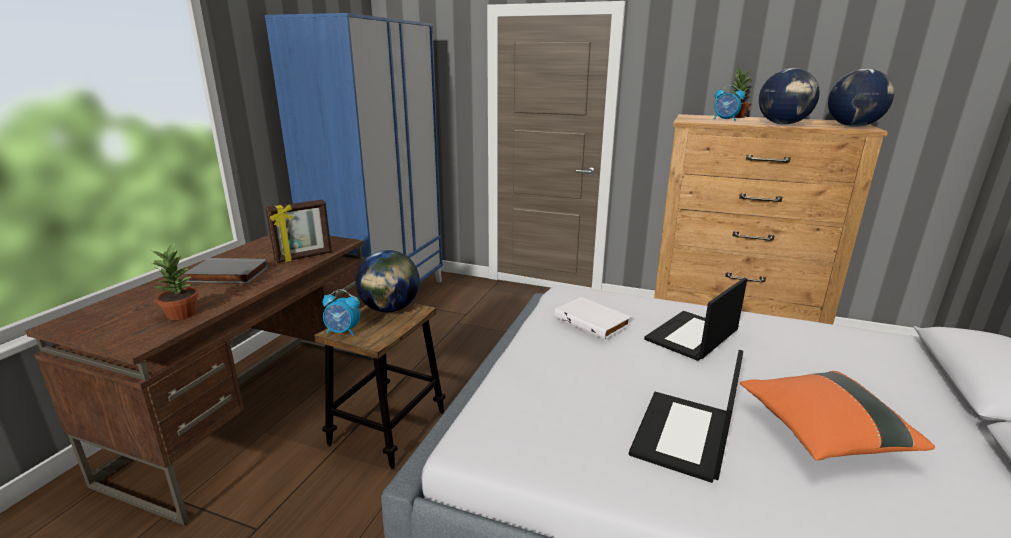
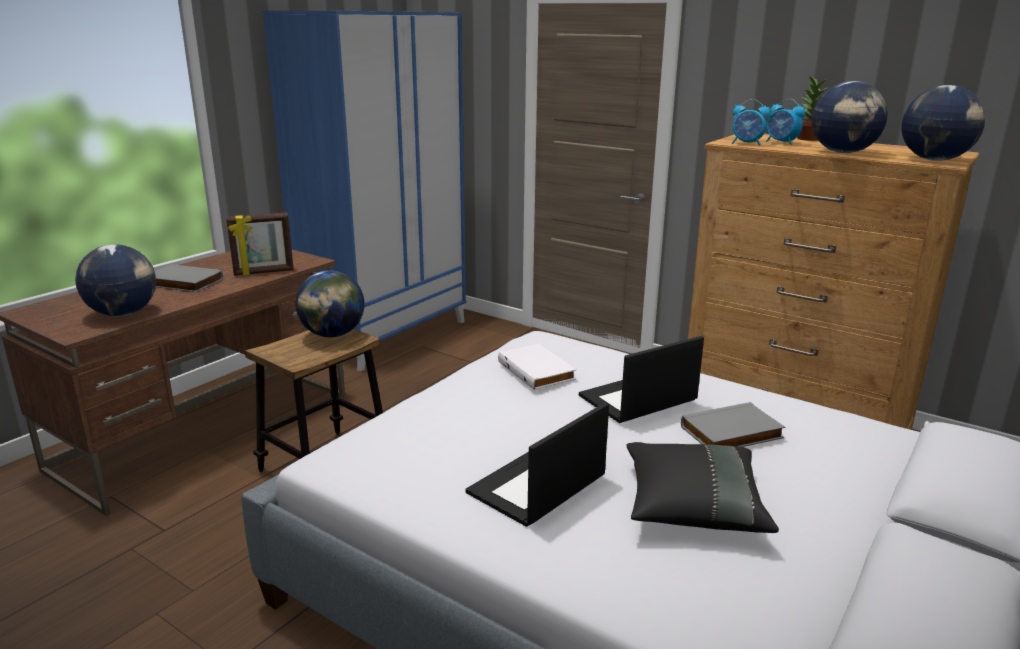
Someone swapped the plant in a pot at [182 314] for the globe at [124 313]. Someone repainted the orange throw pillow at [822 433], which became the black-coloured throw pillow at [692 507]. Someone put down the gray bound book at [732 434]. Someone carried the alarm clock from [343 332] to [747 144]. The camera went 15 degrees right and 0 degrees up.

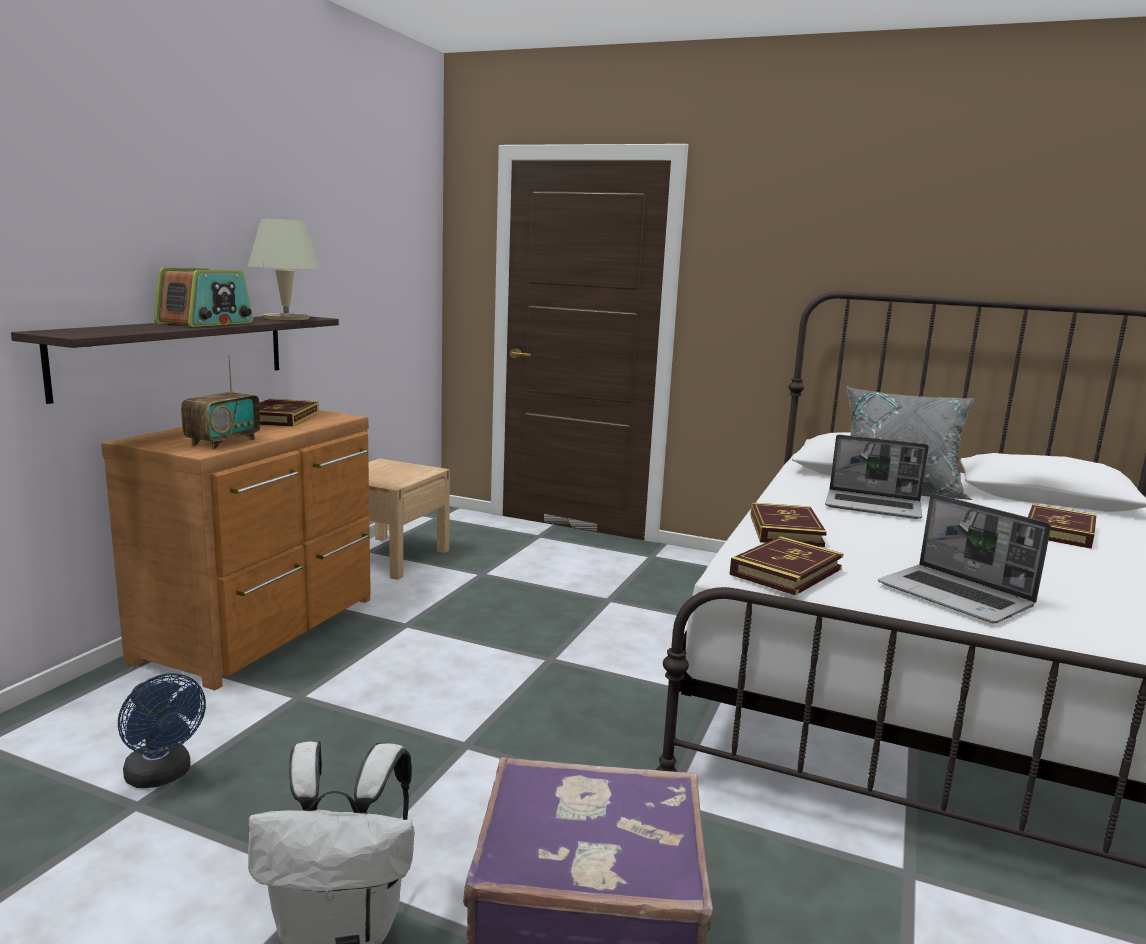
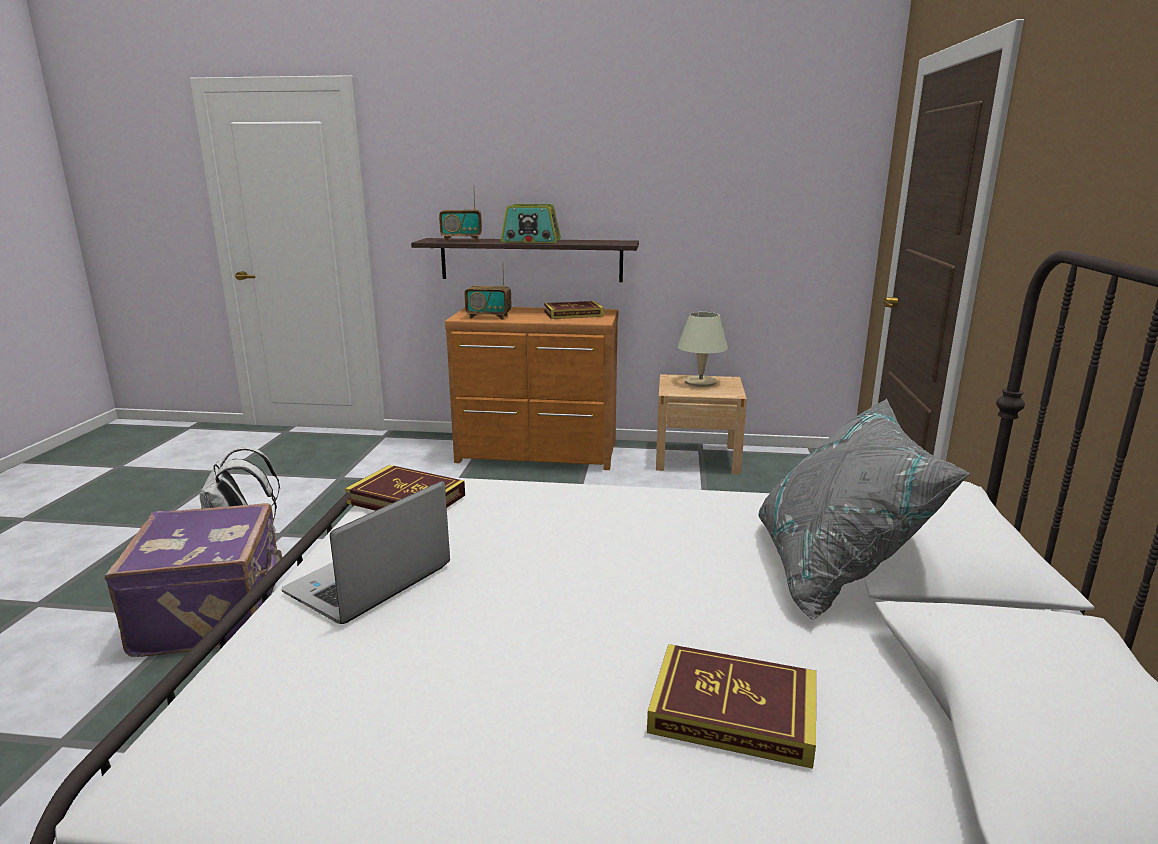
Someone put down the radio set at [461 240]. Someone carried the beige lamp for a table from [287 318] to [700 382]. Someone took away the blue-coloured fan at [162 776]. Someone took away the bound book at [785 530]. Someone took away the notebook computer at [874 506]. The camera went 75 degrees right and 5 degrees up.

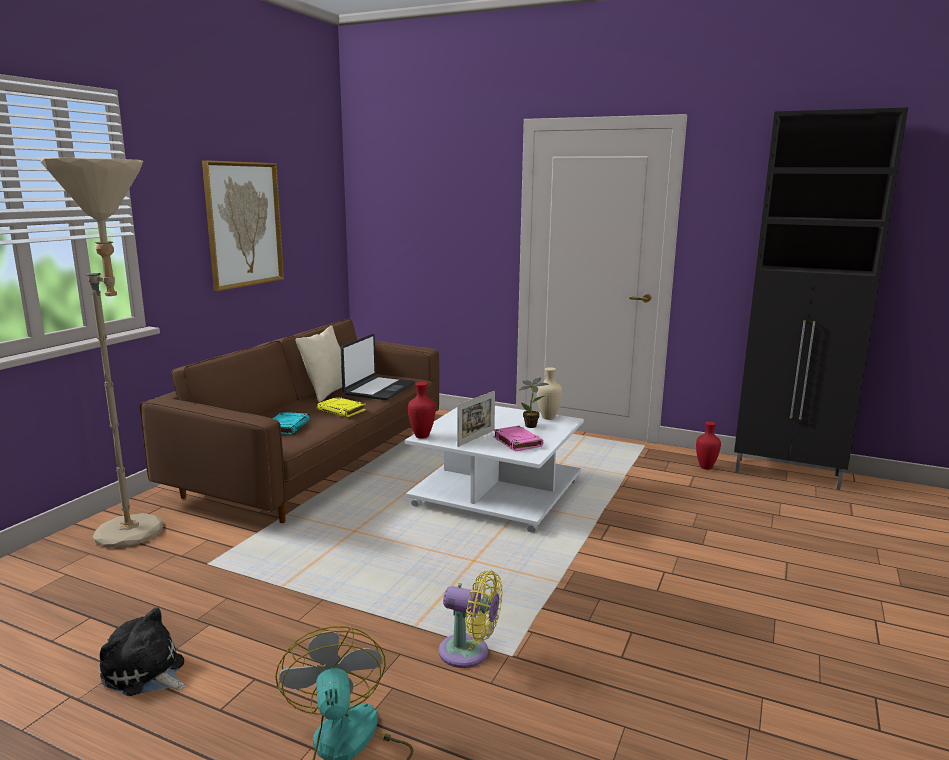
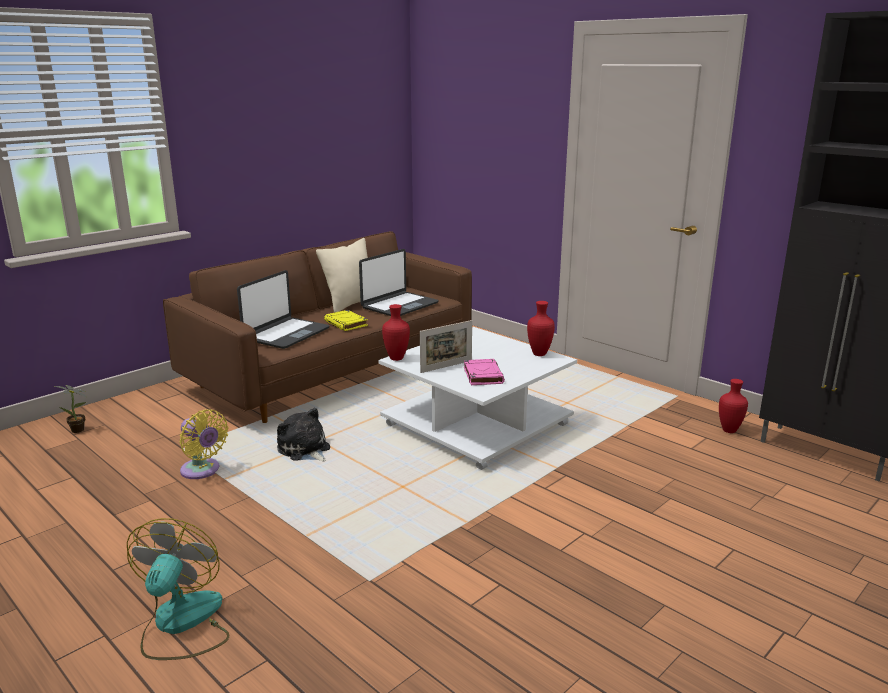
Someone carried the plant in a pot from [533 426] to [79 430]. Someone carried the yellow-coloured fan from [469 653] to [202 471]. Someone swapped the blue-green bound book at [287 426] for the notebook computer at [285 334]. Someone carried the soft toy from [146 673] to [305 450]. Someone repainted the beige vase at [547 418], which became the red vase at [539 354]. Someone took away the beige standard lamp at [139 535]. Someone took away the picture at [244 224]. The camera went 20 degrees right and 5 degrees up.

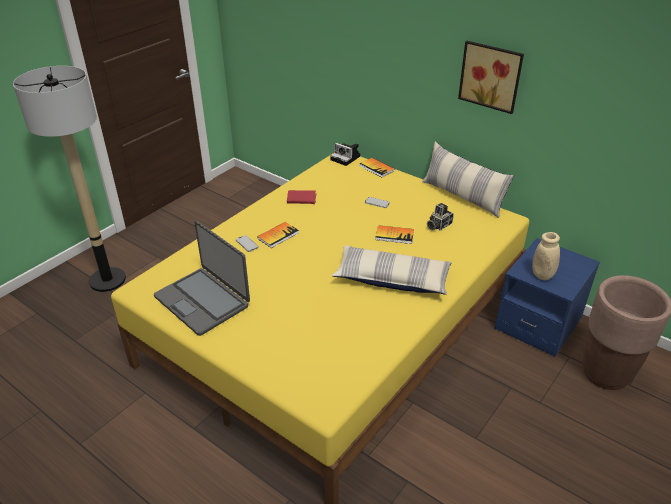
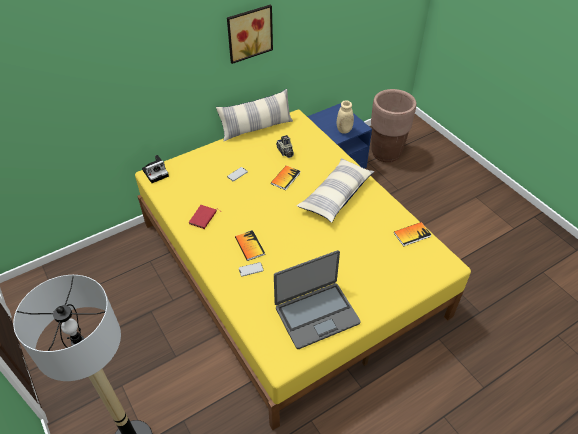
Someone carried the bound book from [376 168] to [412 234]. The camera went 70 degrees left and 10 degrees up.

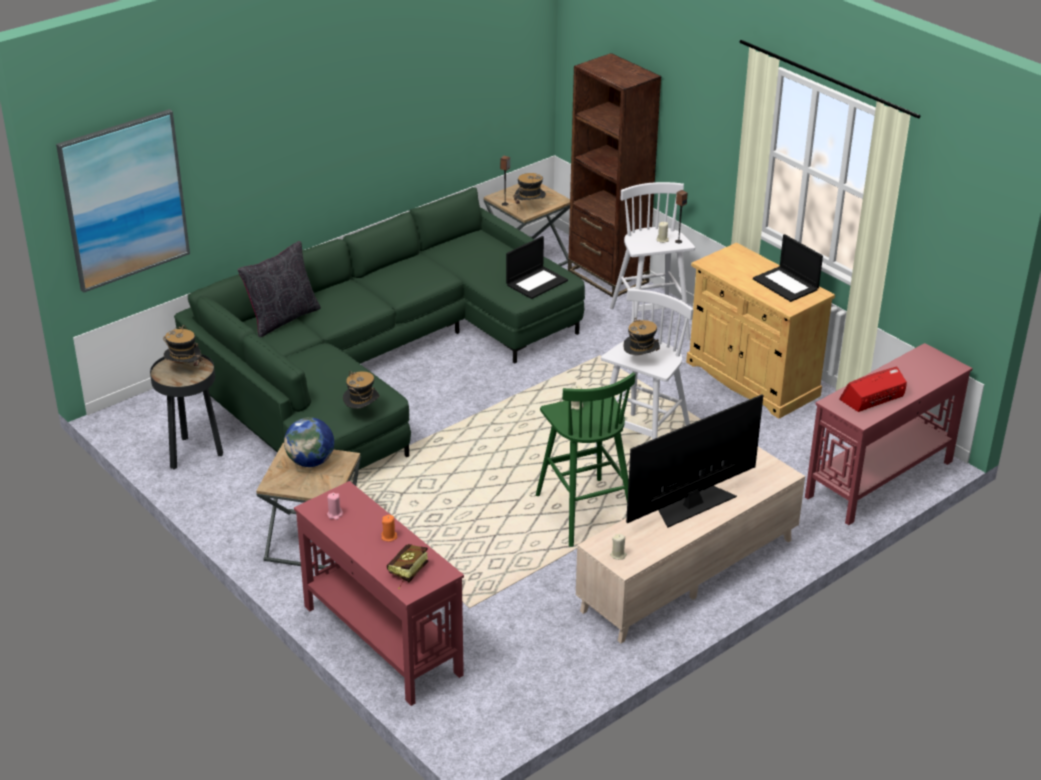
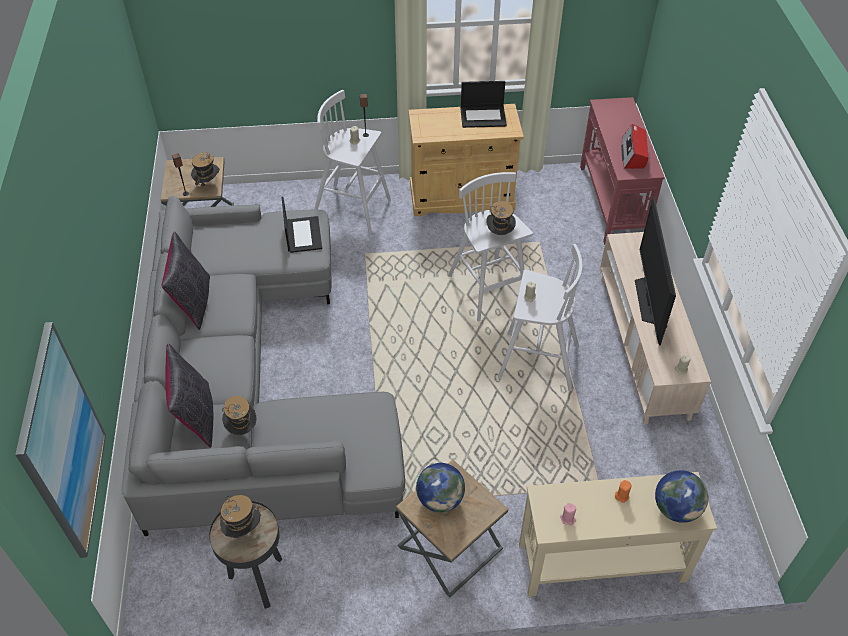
Someone repainted the green-coloured sofa at [378 363], which became the gray sofa at [249 384]. Someone put down the black-coloured throw pillow at [193 302]. Someone carried the hat from [362 413] to [242 429]. Someone repainted the green-coloured sitting stool at [584 511], which became the whitish sitting stool at [536 361]. Someone repainted the red console table at [382 639], which became the beige console table at [600 562]. Someone swapped the bound book at [405 573] for the globe at [676 508]. Someone took away the brown-coloured shelving unit at [607 276]. The camera went 55 degrees left and 15 degrees up.

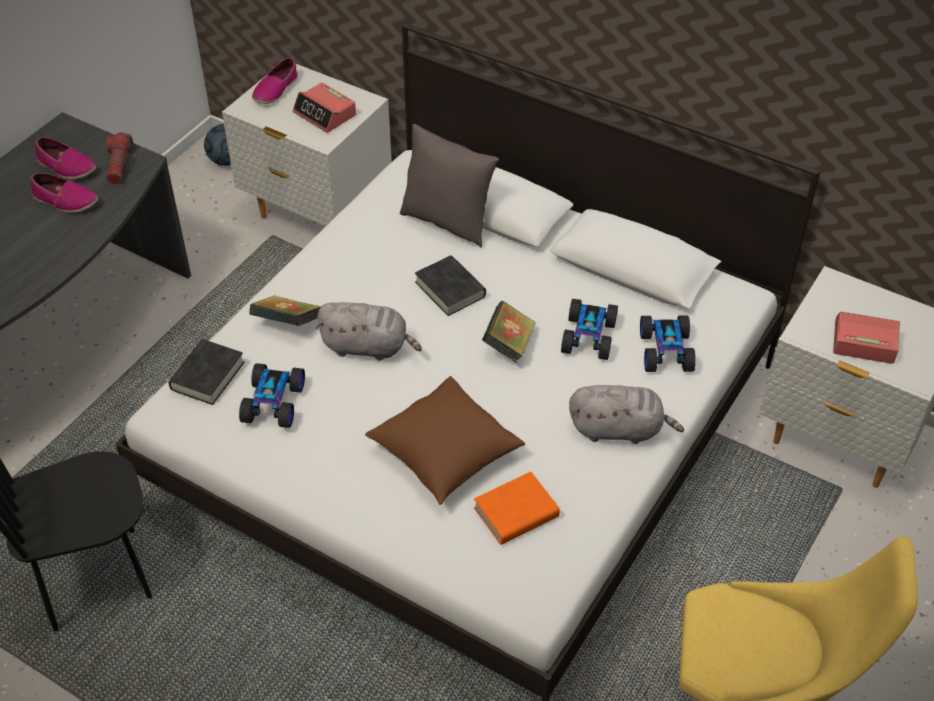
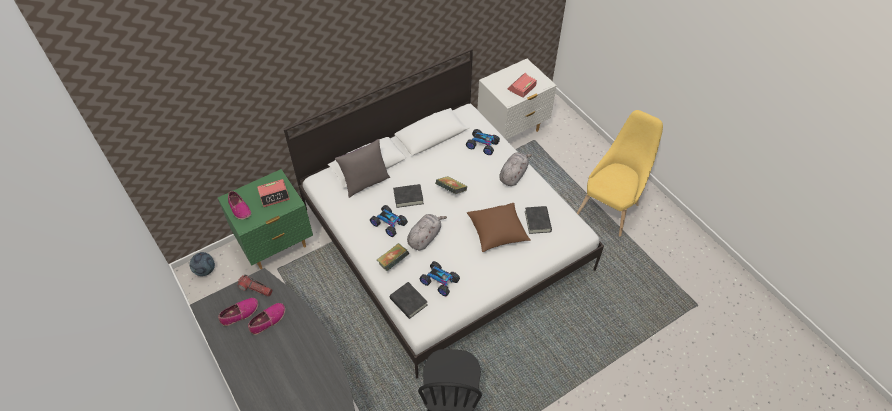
Someone repainted the whitish bedside table at [317 215], which became the green-coloured bedside table at [276 245]. Someone carried the miniature car from [590 337] to [389 223]. Someone repainted the orange bound book at [516 513], which became the black-coloured bound book at [537 221]. The camera went 65 degrees left and 5 degrees up.

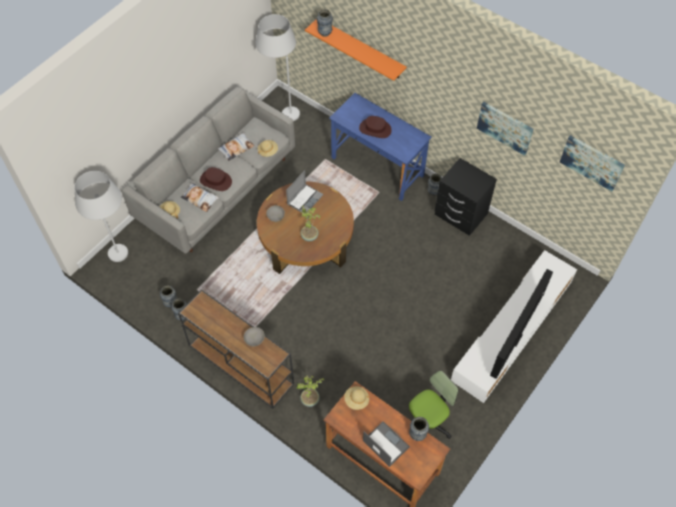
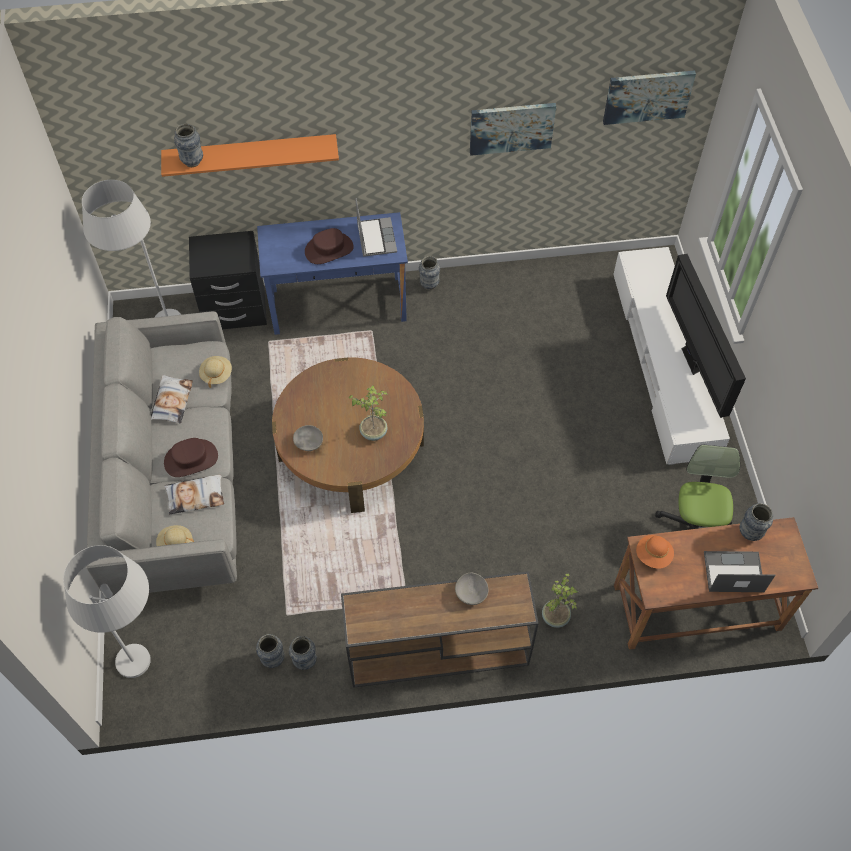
Someone carried the black-coloured bedside table from [460 215] to [235 310]. Someone carried the notebook computer from [304 199] to [375 237]. Someone repainted the beige hat at [356 400], which became the orange hat at [653 555]. The camera went 45 degrees left and 0 degrees up.

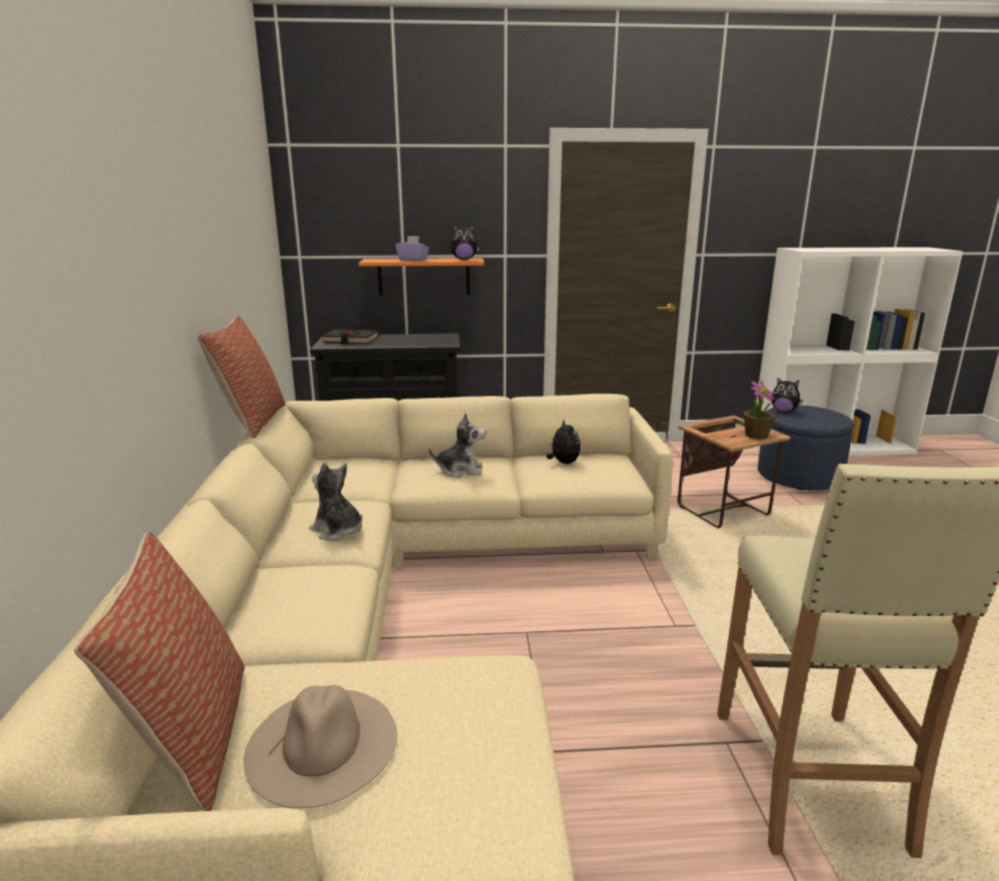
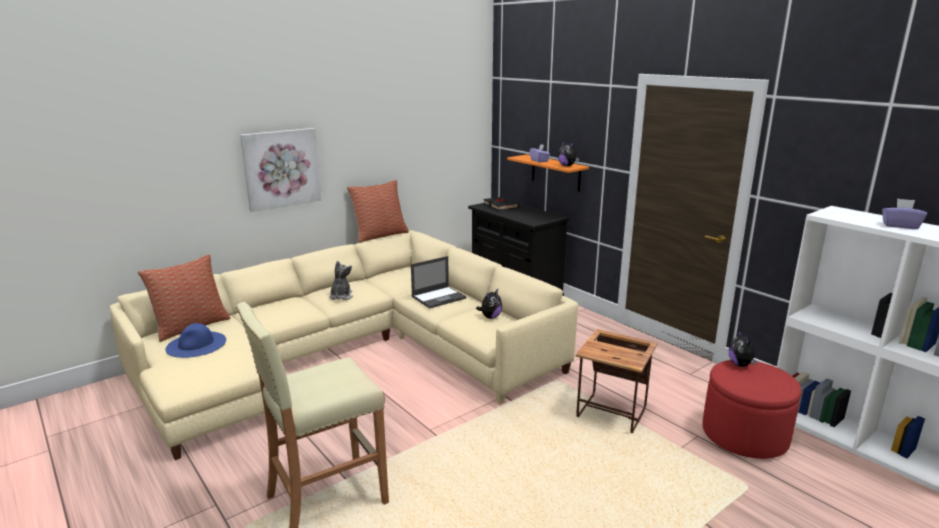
Someone repainted the beige hat at [322 743], which became the blue-coloured hat at [196 344]. Someone put up the picture at [281 168]. Someone swapped the soft toy at [460 470] for the notebook computer at [439 297]. Someone repainted the blue-coloured ottoman at [799 476], which became the red ottoman at [744 435]. Someone put down the purplish tissue holder at [900 226]. Someone took away the plant in a pot at [756 435]. The camera went 55 degrees right and 0 degrees up.

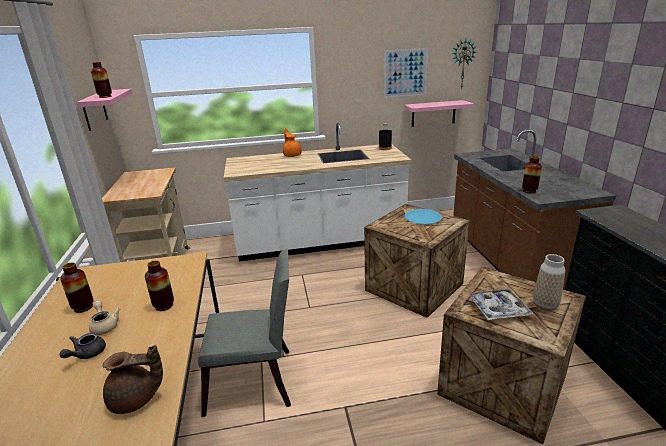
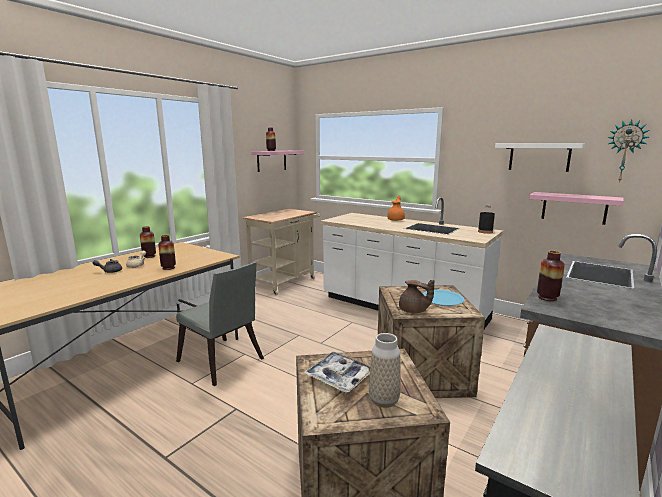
Someone carried the brown-coloured teapot from [136 400] to [413 311]. Someone swapped the picture at [405 73] for the whitish shelf at [539 157]. The camera went 45 degrees right and 10 degrees down.

